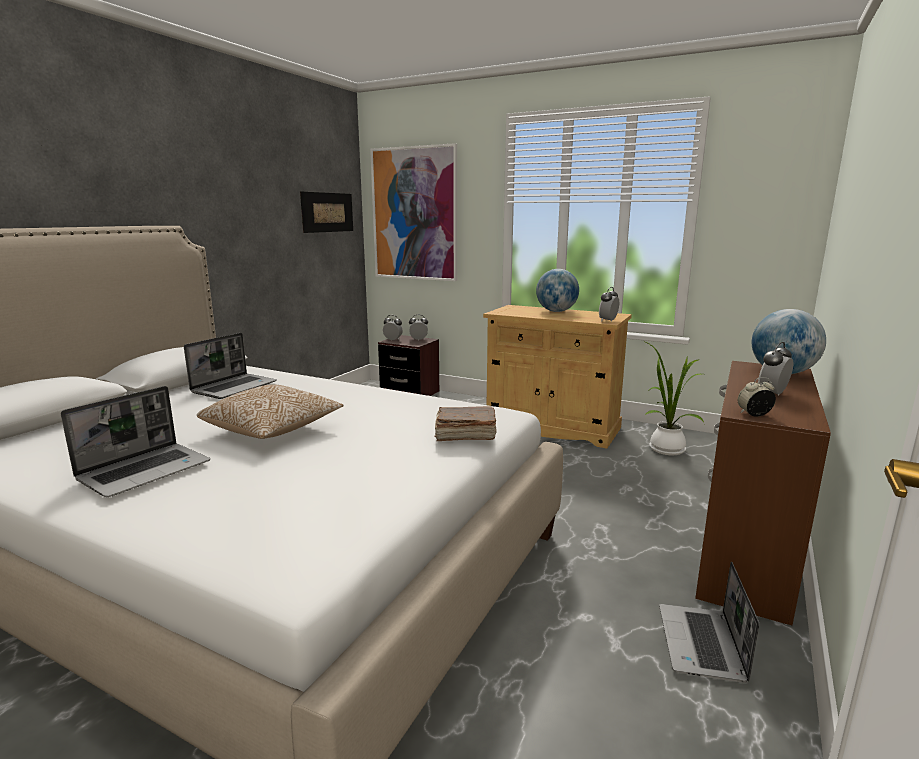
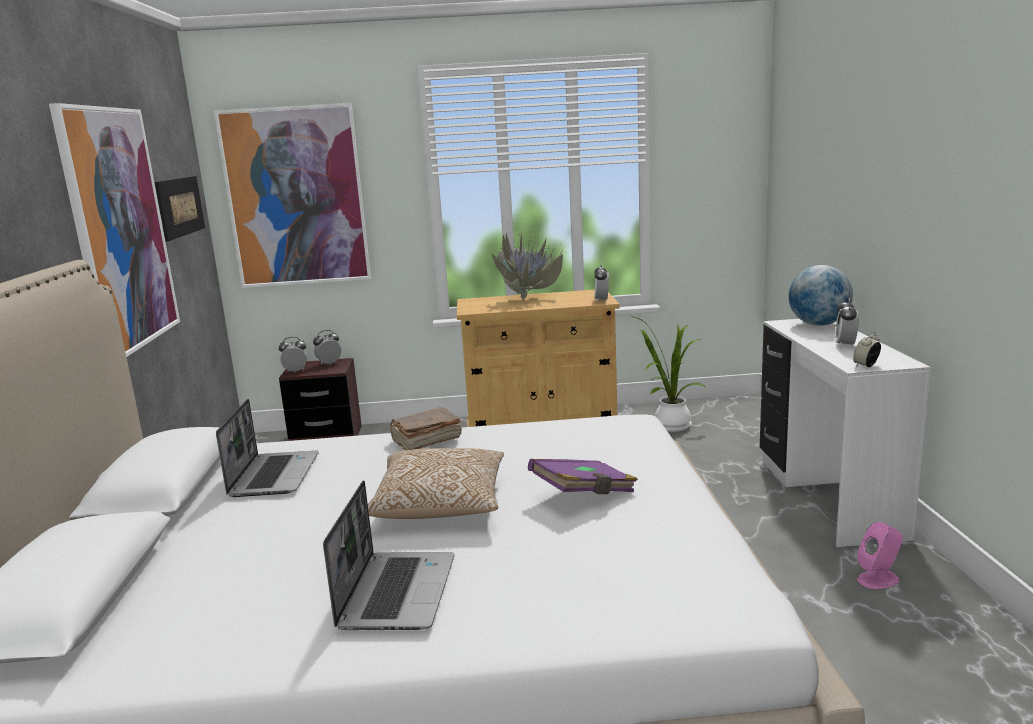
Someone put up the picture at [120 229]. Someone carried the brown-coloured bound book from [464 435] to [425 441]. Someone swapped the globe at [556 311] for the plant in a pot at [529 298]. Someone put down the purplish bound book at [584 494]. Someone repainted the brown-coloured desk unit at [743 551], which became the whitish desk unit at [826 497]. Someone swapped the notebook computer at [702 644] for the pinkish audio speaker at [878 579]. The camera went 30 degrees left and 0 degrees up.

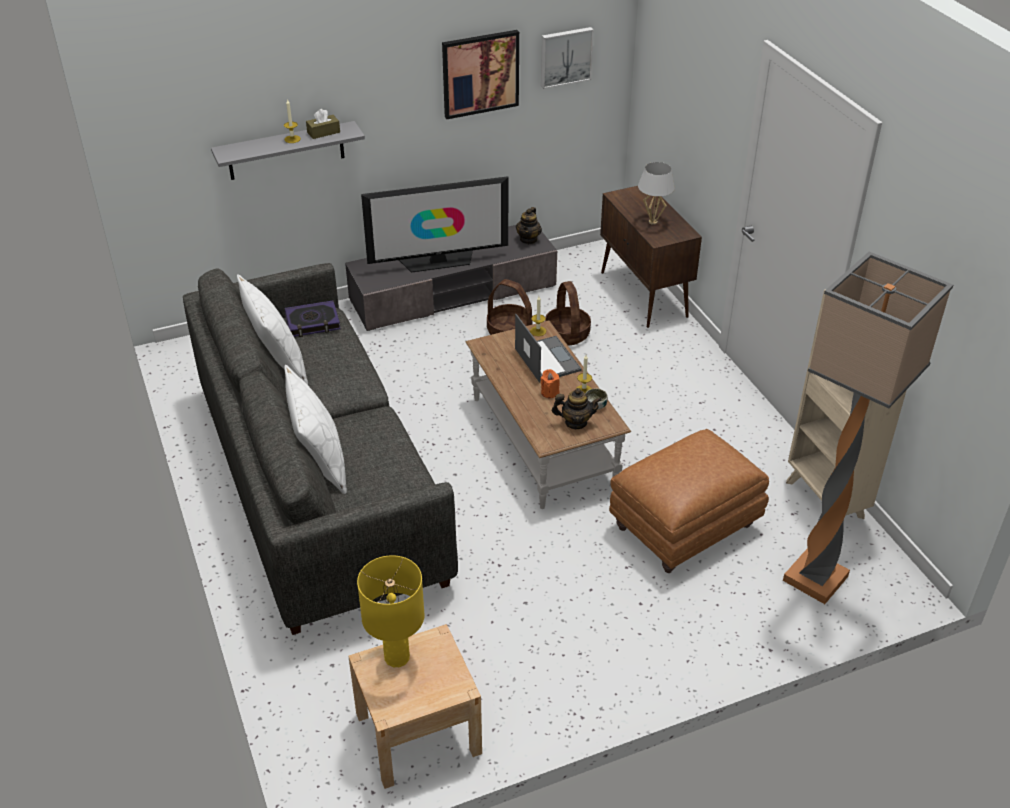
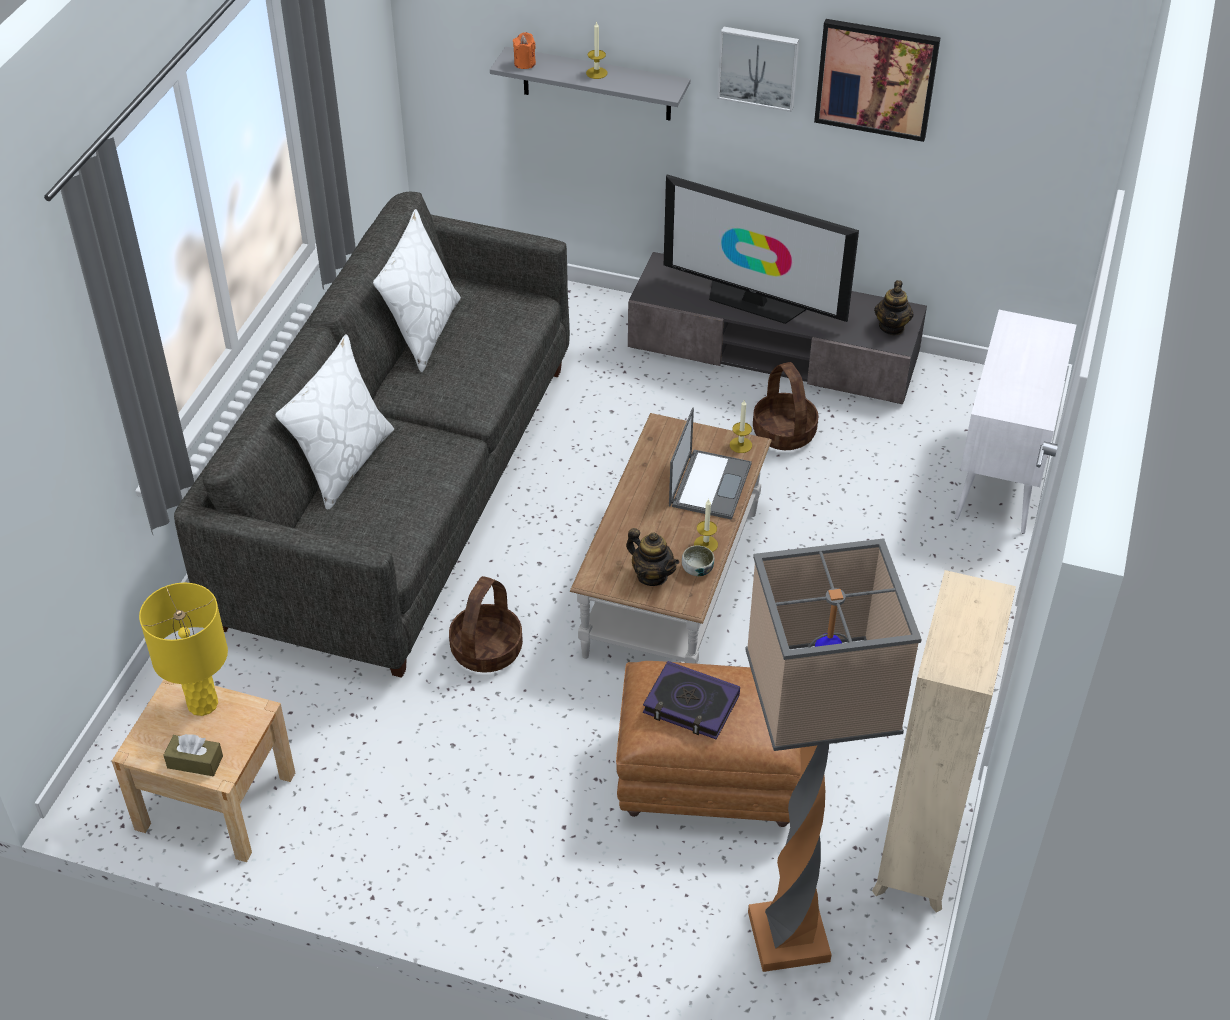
Someone carried the brown-coloured tissue holder from [323 132] to [195 762]. Someone carried the storage basket from [567 334] to [487 650]. Someone carried the orange wax light from [549 392] to [524 63]. Someone carried the bound book from [312 323] to [691 705]. Someone carried the picture from [565 56] to [758 67]. Someone rotated the teapot at [528 239] by 45 degrees counterclockwise. Someone repainted the brown-coloured cupboard at [644 295], which became the whitish cupboard at [1001 475]. Someone took away the whitish lamp for a table at [653 222]. The camera went 40 degrees right and 5 degrees up.

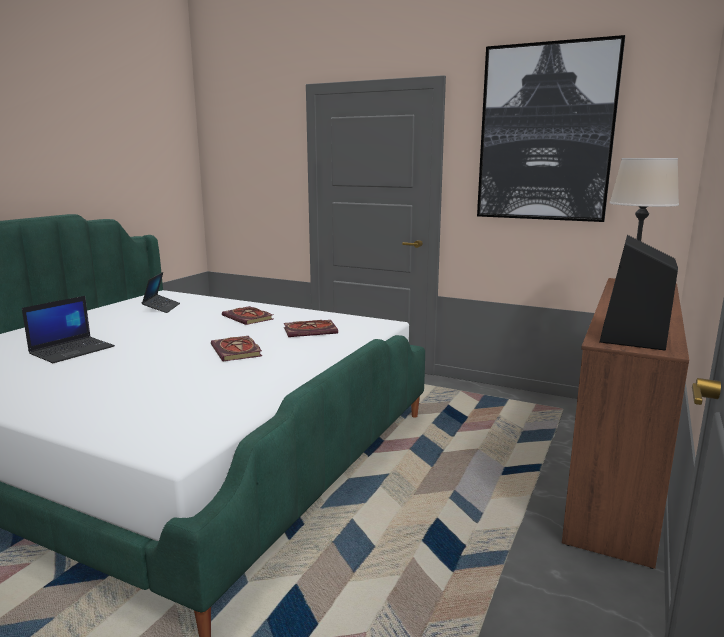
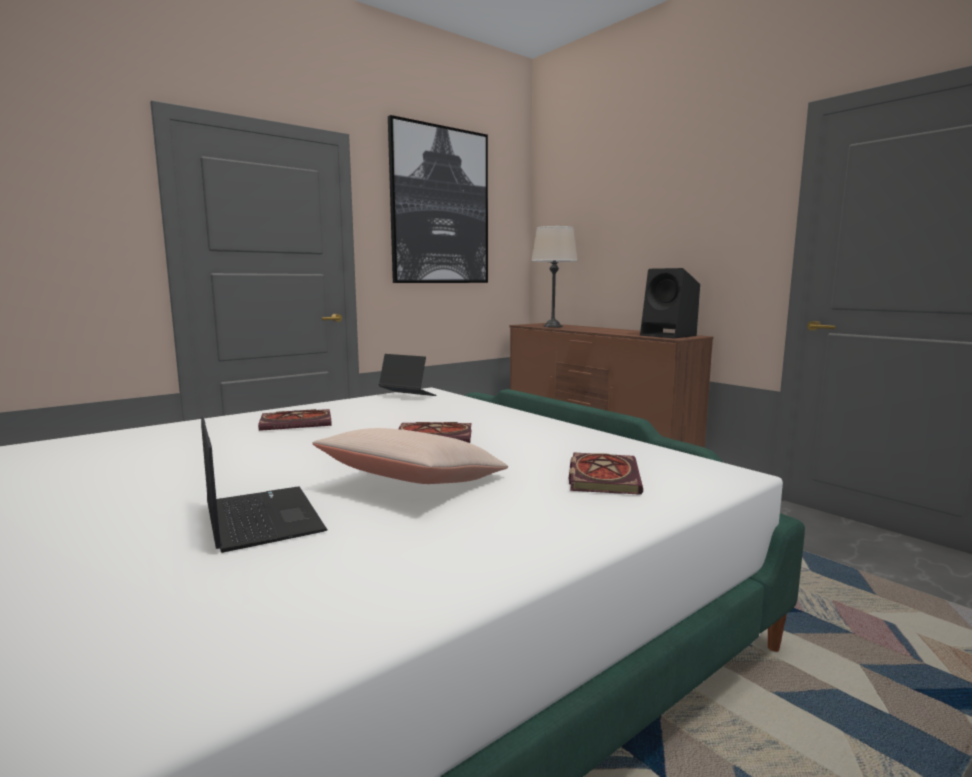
Someone put down the beige throw pillow at [414 483]. Someone carried the notebook computer from [161 308] to [407 396]. Someone carried the bound book from [311 330] to [602 476]. The camera went 65 degrees left and 5 degrees down.

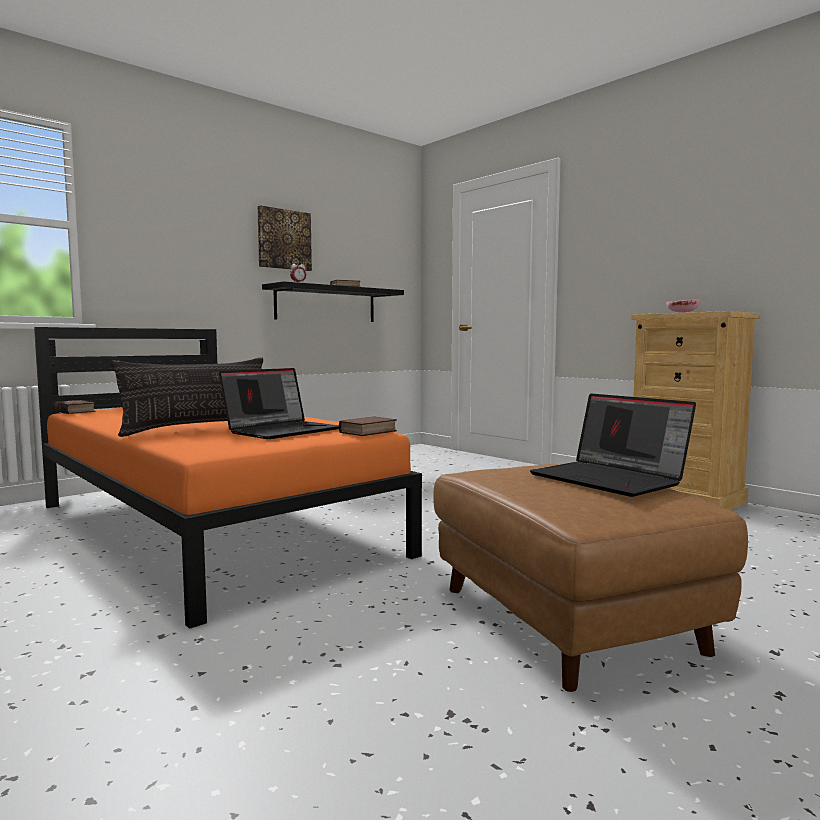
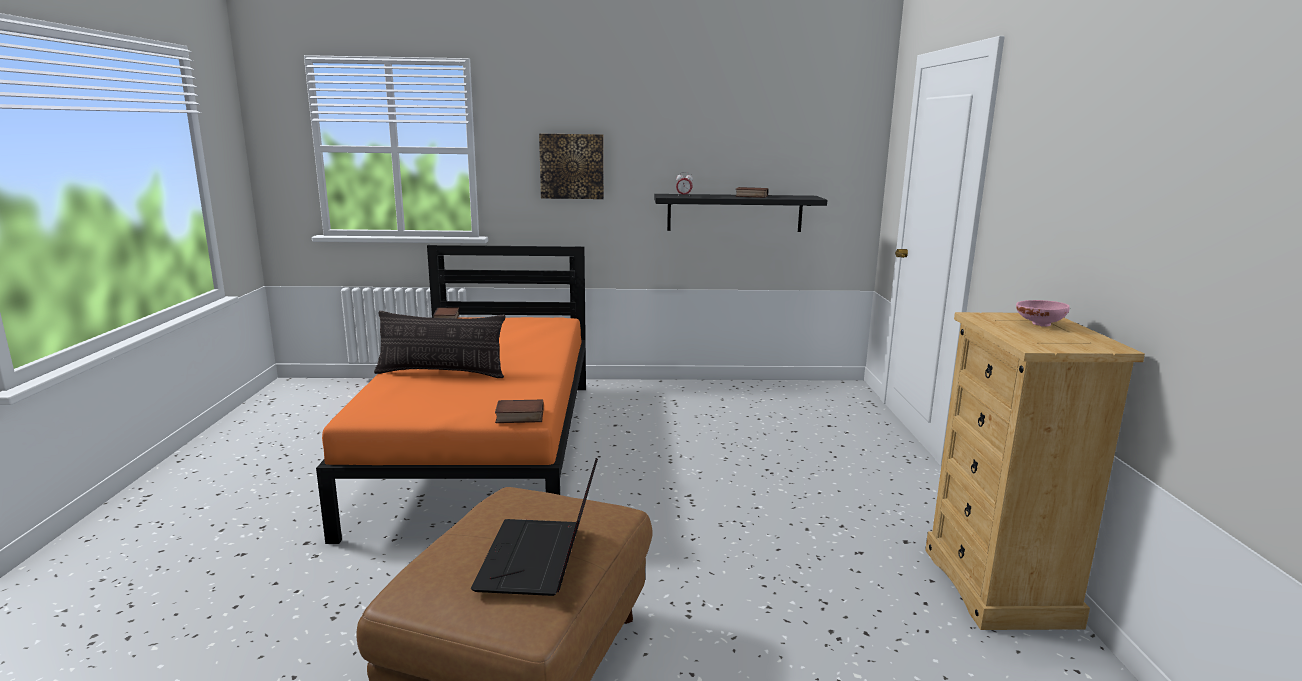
Someone carried the picture from [284 239] to [572 166]. Someone took away the notebook computer at [282 431]. The camera went 40 degrees right and 10 degrees up.

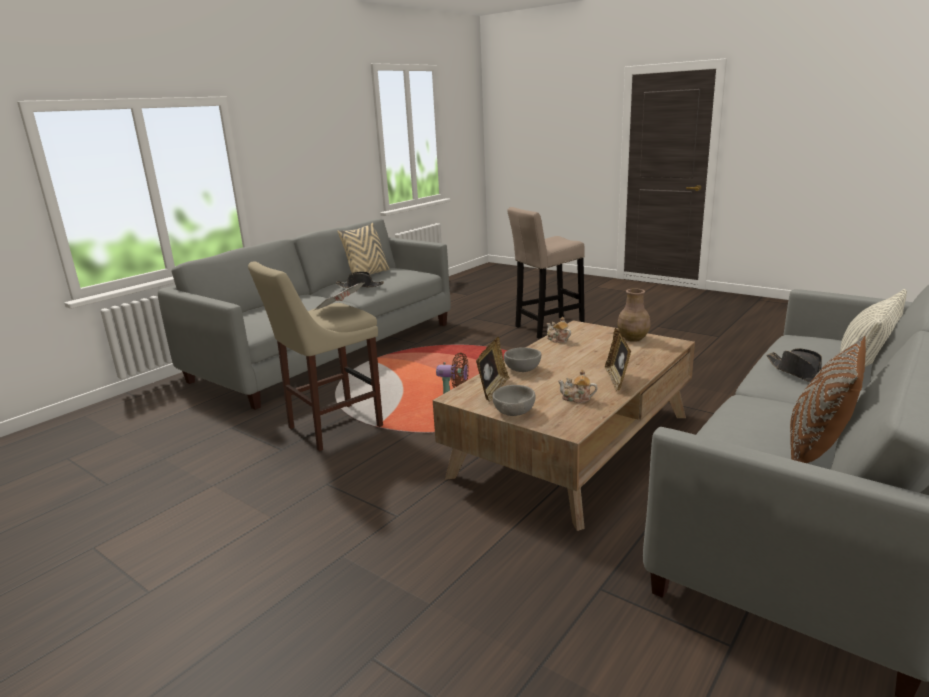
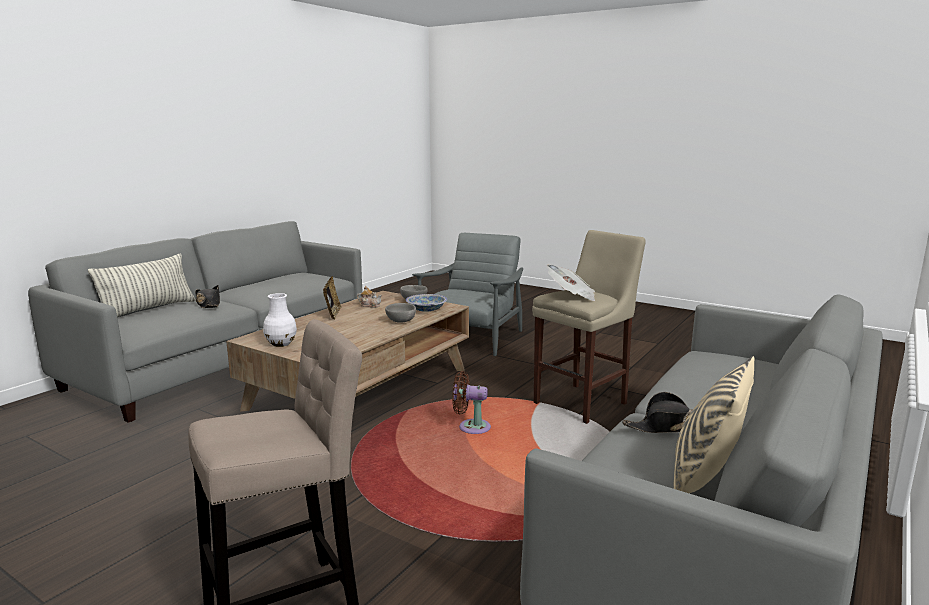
Someone repainted the brown-coloured vase at [633 338], which became the whitish vase at [280 344]. Someone swapped the standing frame at [493 390] for the deep dish at [426 310]. Someone put down the gray armchair at [471 338]. Someone took away the teapot at [557 340]. Someone took away the brown-coloured throw pillow at [817 449]. The camera went 175 degrees right and 5 degrees down.

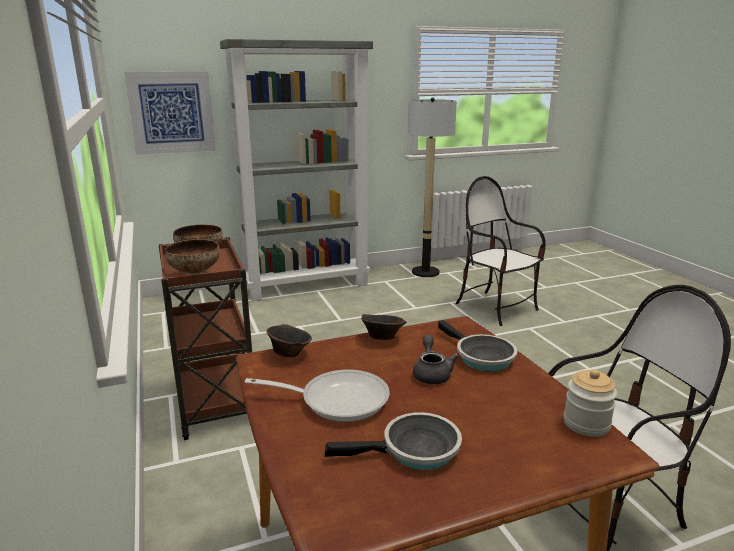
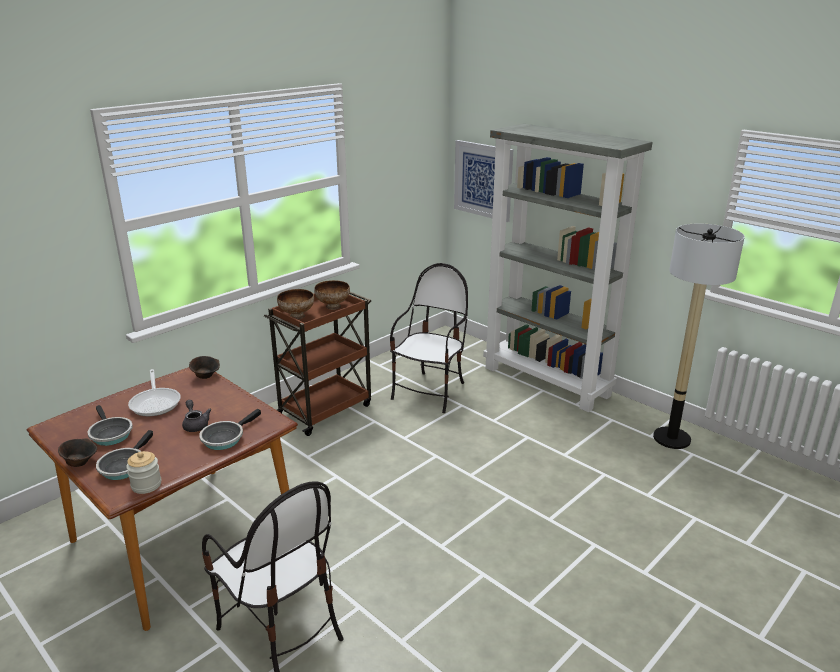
Someone carried the brown-coloured deep dish from [382 338] to [80 462]. Someone put down the frying pan at [124 466]. Someone rotated the gray teapot at [431 373] by 90 degrees counterclockwise. Someone carried the chair from [496 307] to [430 392]. The camera went 65 degrees right and 5 degrees up.

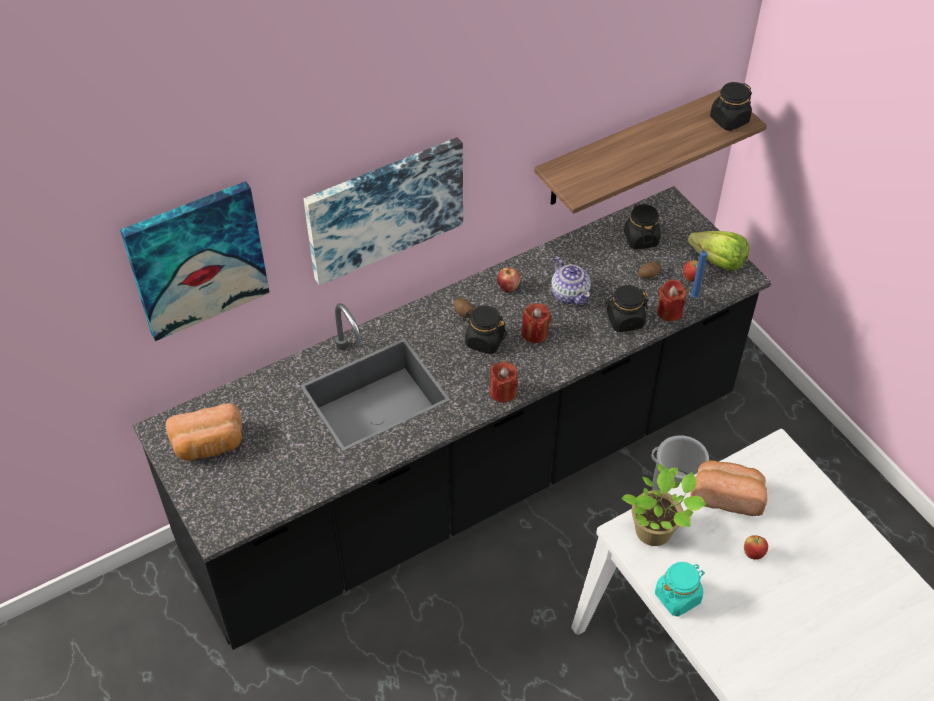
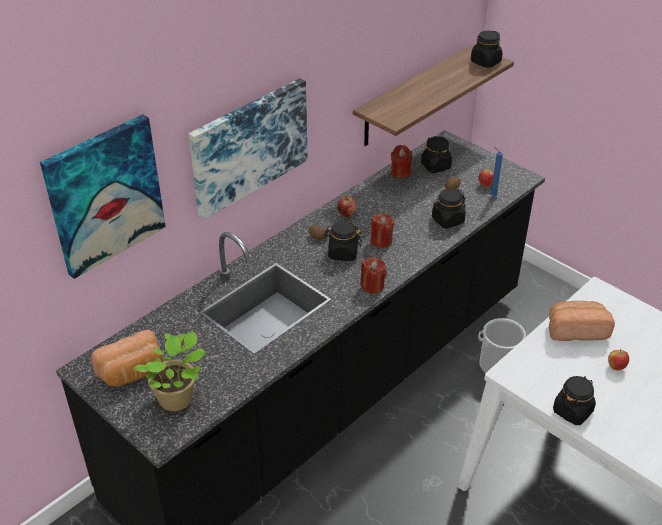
Someone carried the plant in a pot from [656 532] to [178 399]. Someone carried the red wax light from [669 311] to [400 172]. Someone repainted the blue-green jar at [677 597], which became the black-coloured jar at [572 411]. Someone took away the teapot at [570 294]. Someone took away the lettuce head at [718 261]. The camera went 15 degrees left and 10 degrees down.

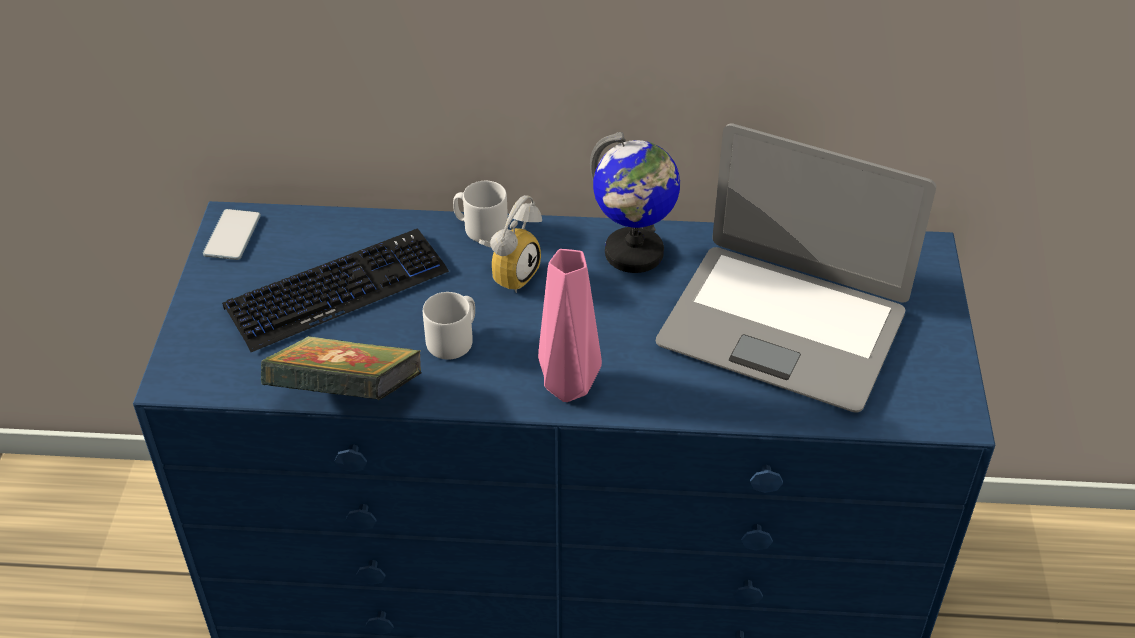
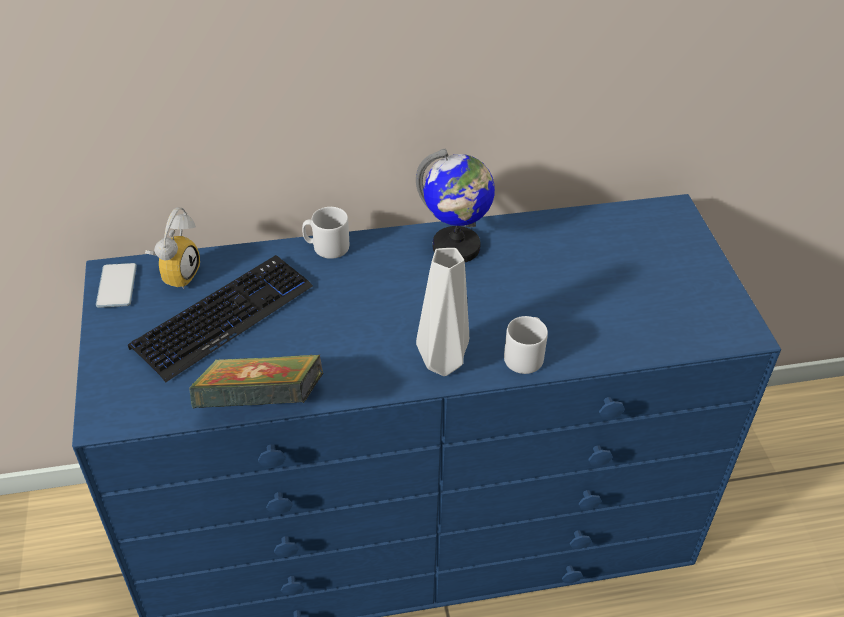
Someone carried the alarm clock from [510 272] to [176 274]. Someone repainted the pinkish vase at [566 389], which became the gray vase at [441 365]. Someone carried the gray mug from [454 340] to [525 356]. Someone took away the notebook computer at [783 327]. The camera went 15 degrees left and 0 degrees up.

